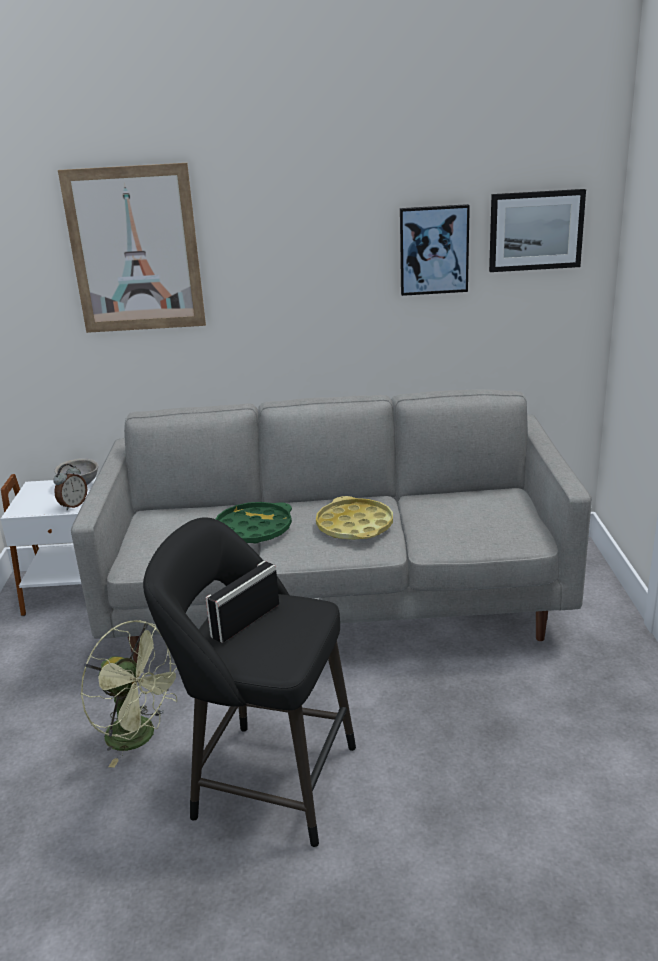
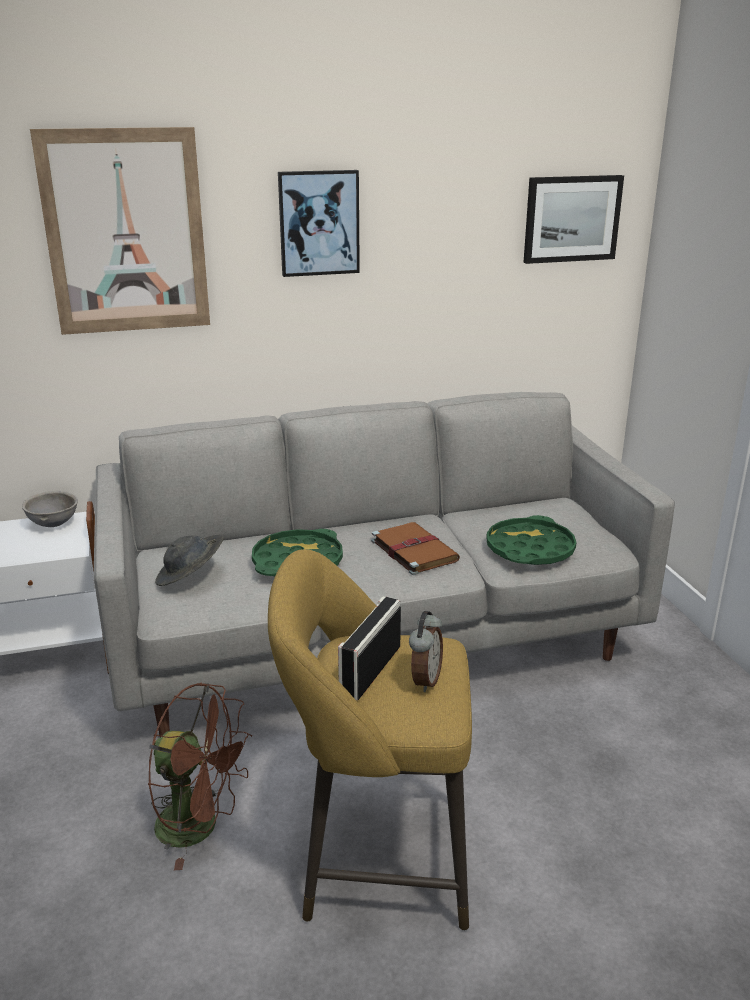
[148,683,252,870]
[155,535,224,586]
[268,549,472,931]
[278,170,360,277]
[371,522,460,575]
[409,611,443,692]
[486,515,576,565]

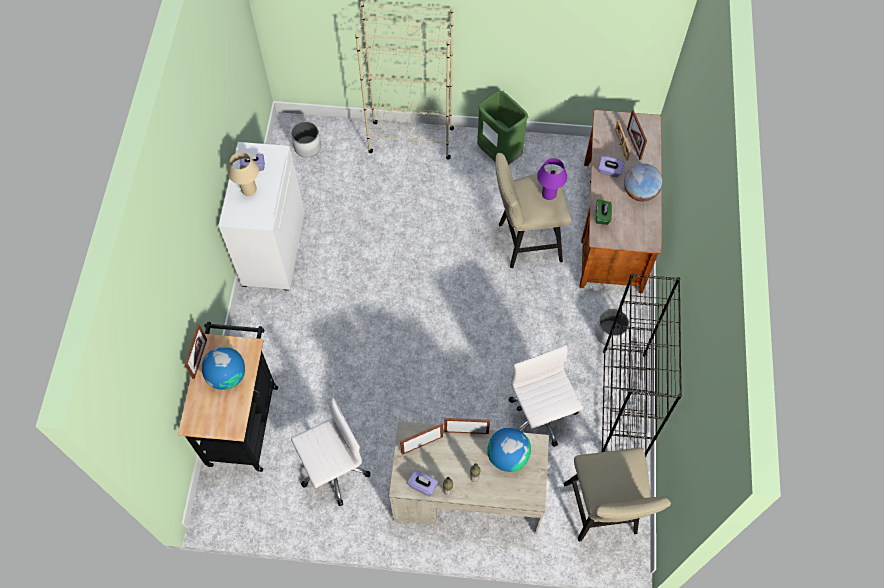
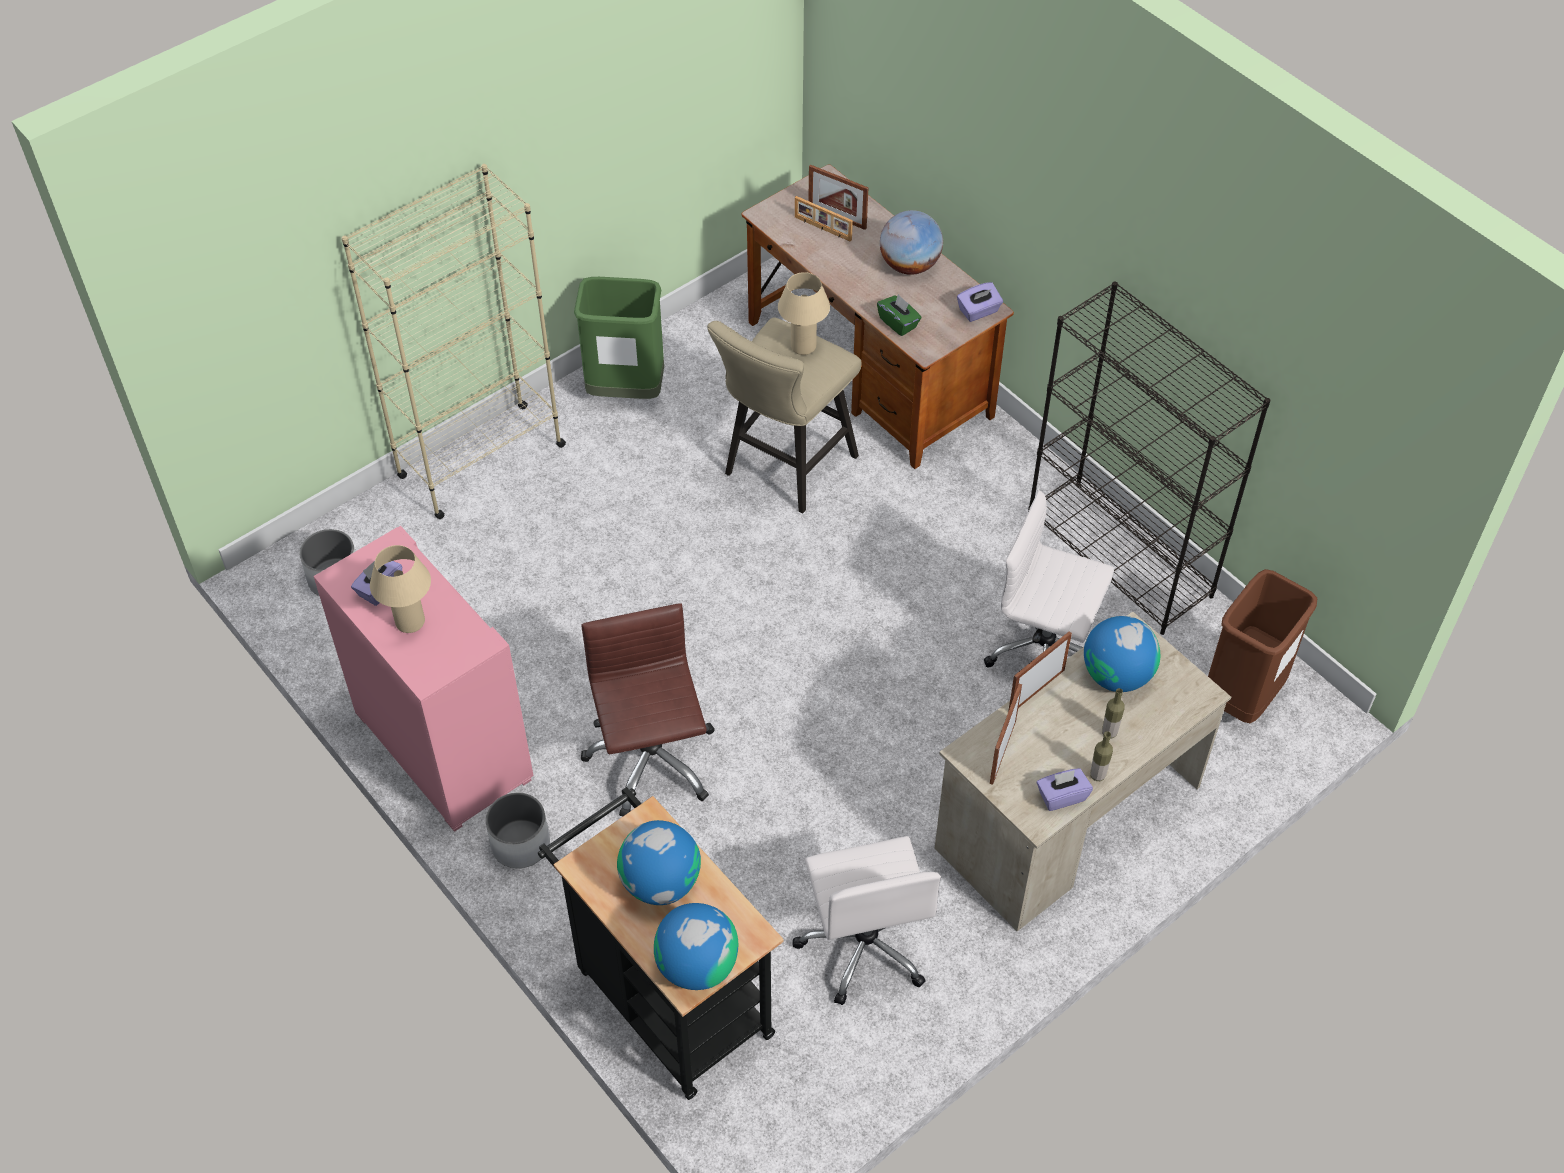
[313,526,534,832]
[486,792,550,868]
[581,603,715,816]
[654,903,738,990]
[778,272,830,355]
[792,836,941,1005]
[957,282,1003,322]
[1208,569,1317,723]
[184,324,207,379] (first image)

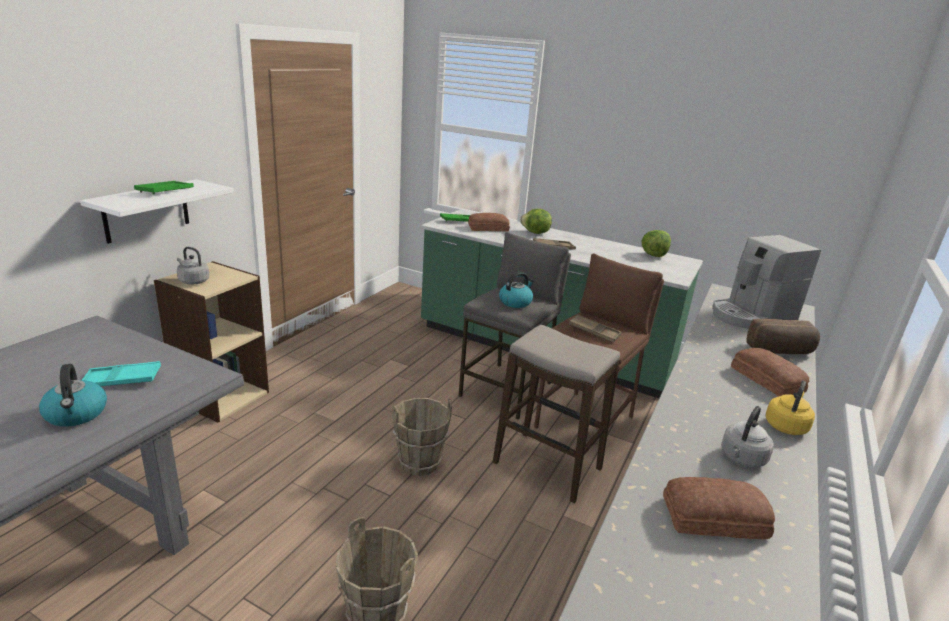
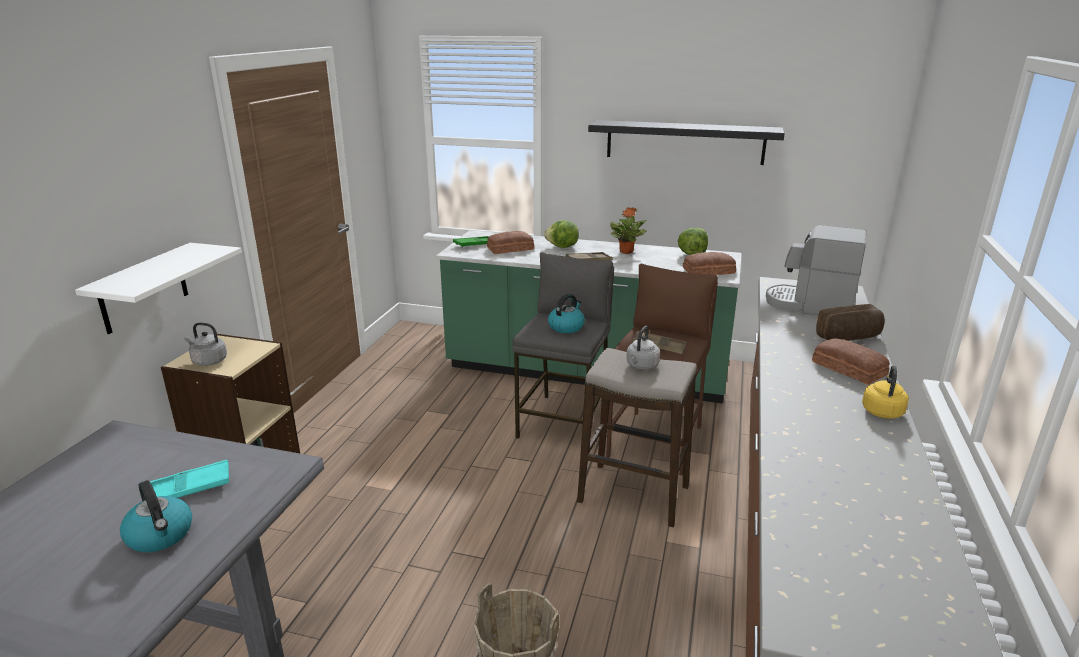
[588,120,785,165]
[610,207,647,254]
[626,326,660,370]
[683,252,736,275]
[766,225,866,315]
[134,181,194,195] (first image)
[392,398,452,476] (first image)

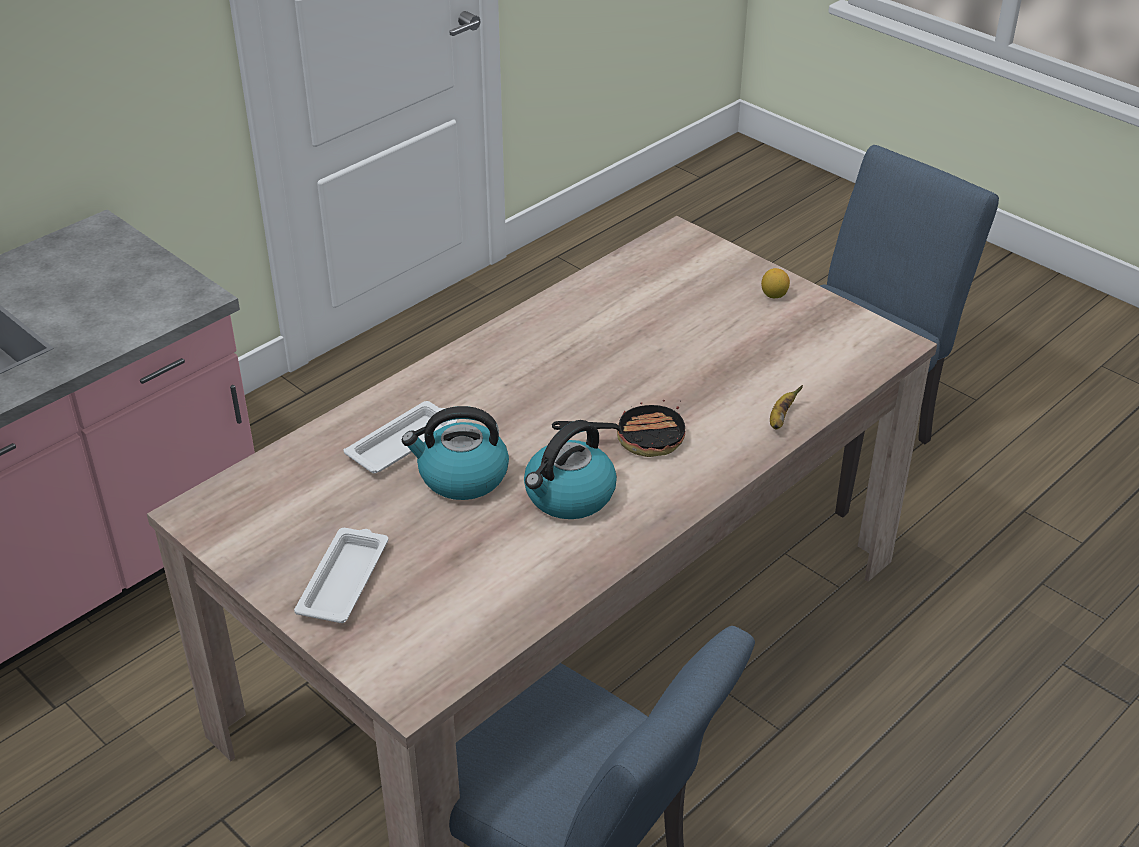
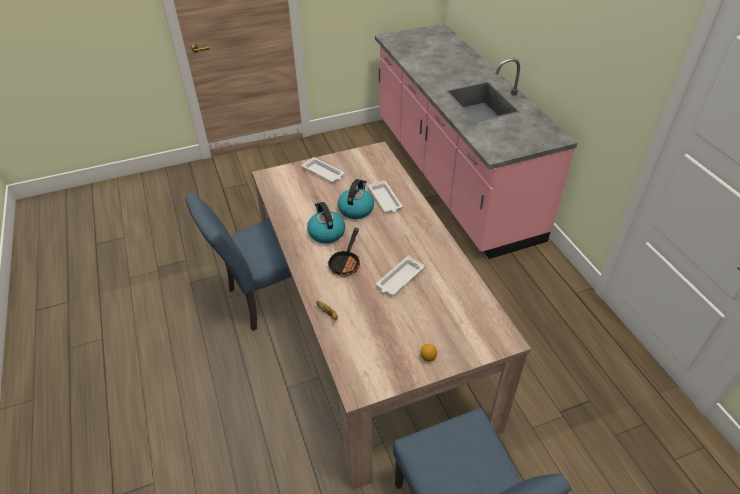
[376,256,425,295]

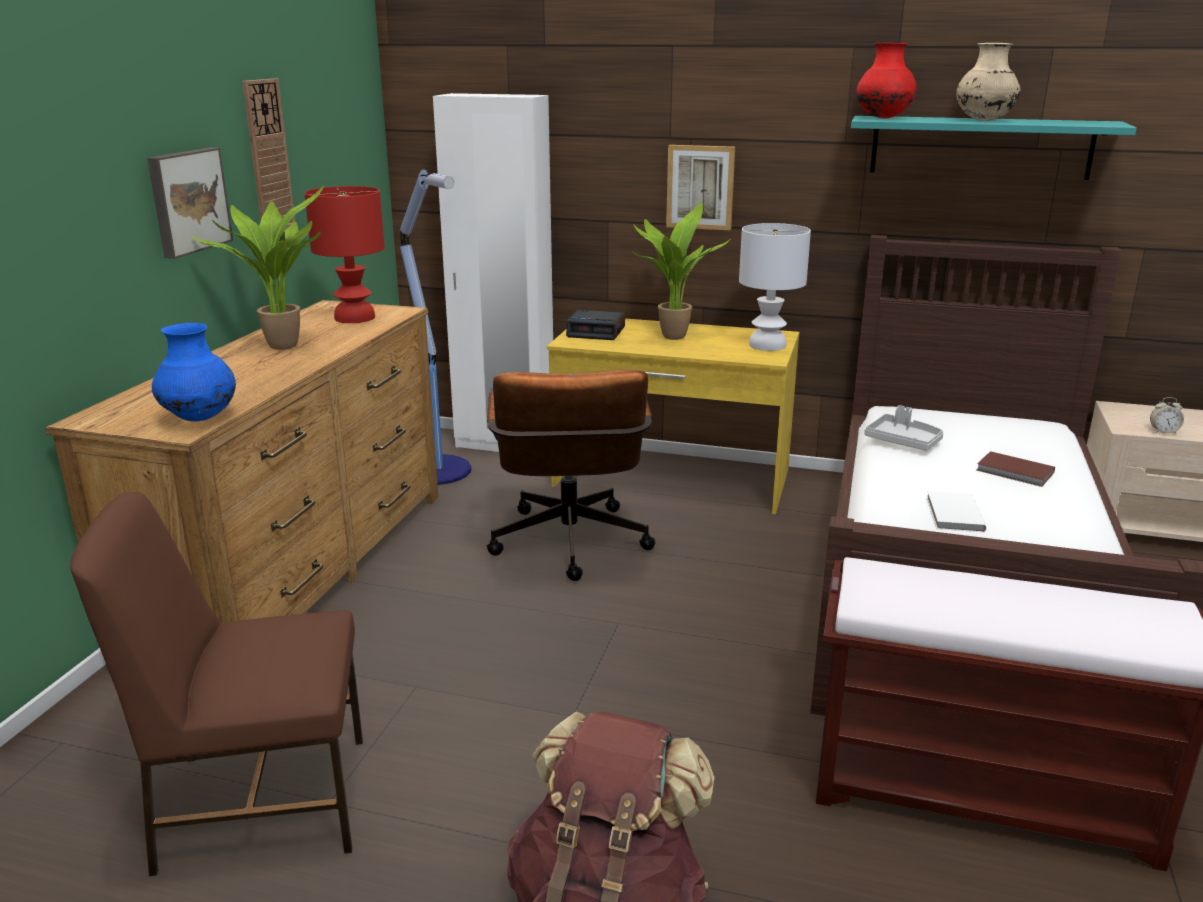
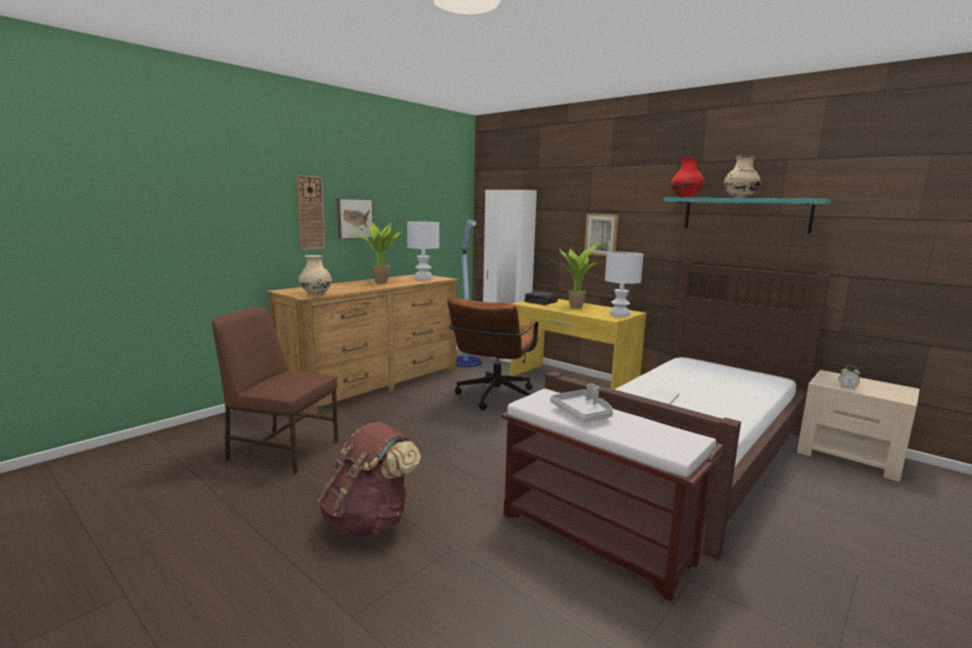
[296,175,325,250]
[298,255,332,295]
[407,221,439,280]
[550,383,613,422]
[977,451,1055,487] (first image)

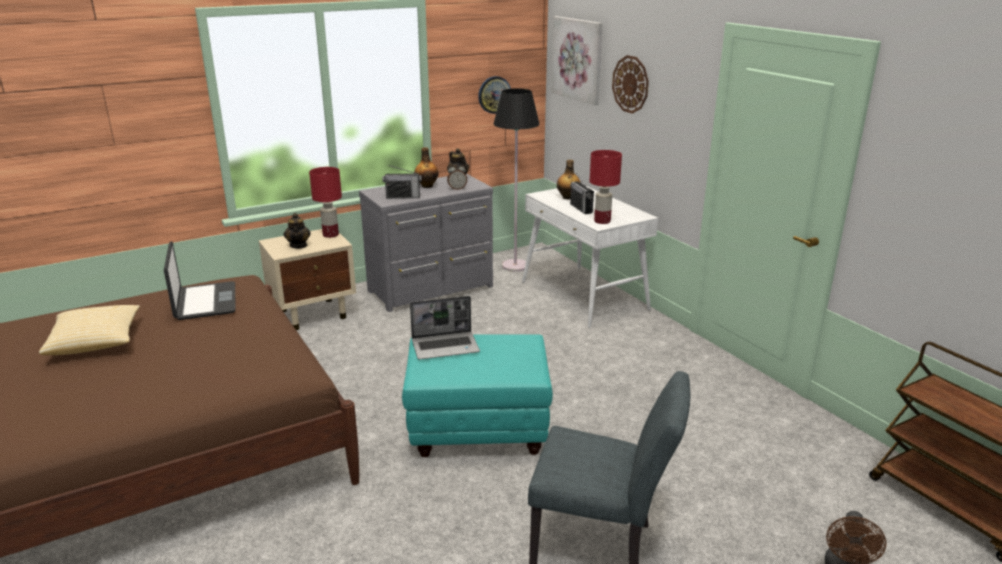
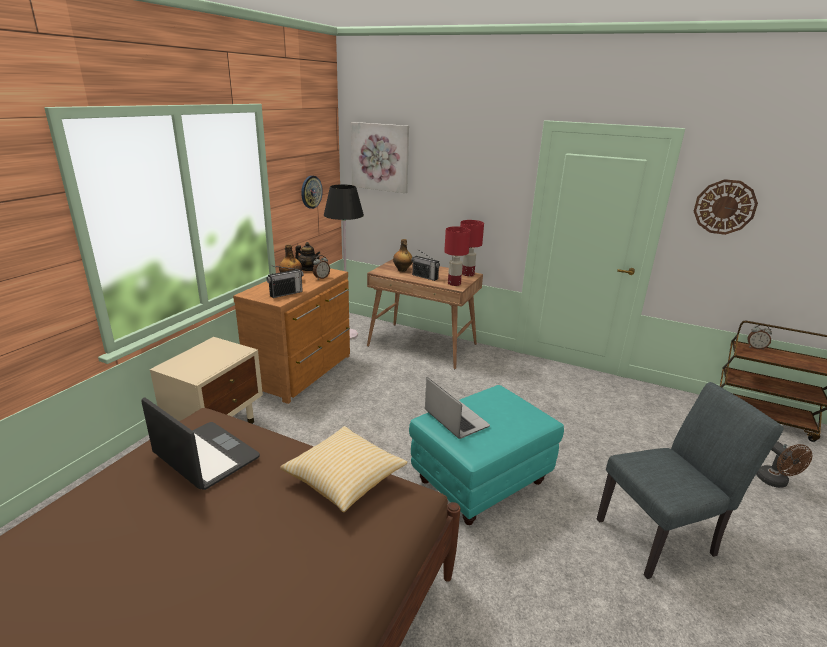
[233,268,350,404]
[280,426,408,512]
[367,259,483,369]
[425,377,490,439]
[460,220,484,276]
[694,179,758,235]
[747,325,772,350]
[284,213,311,249] (first image)

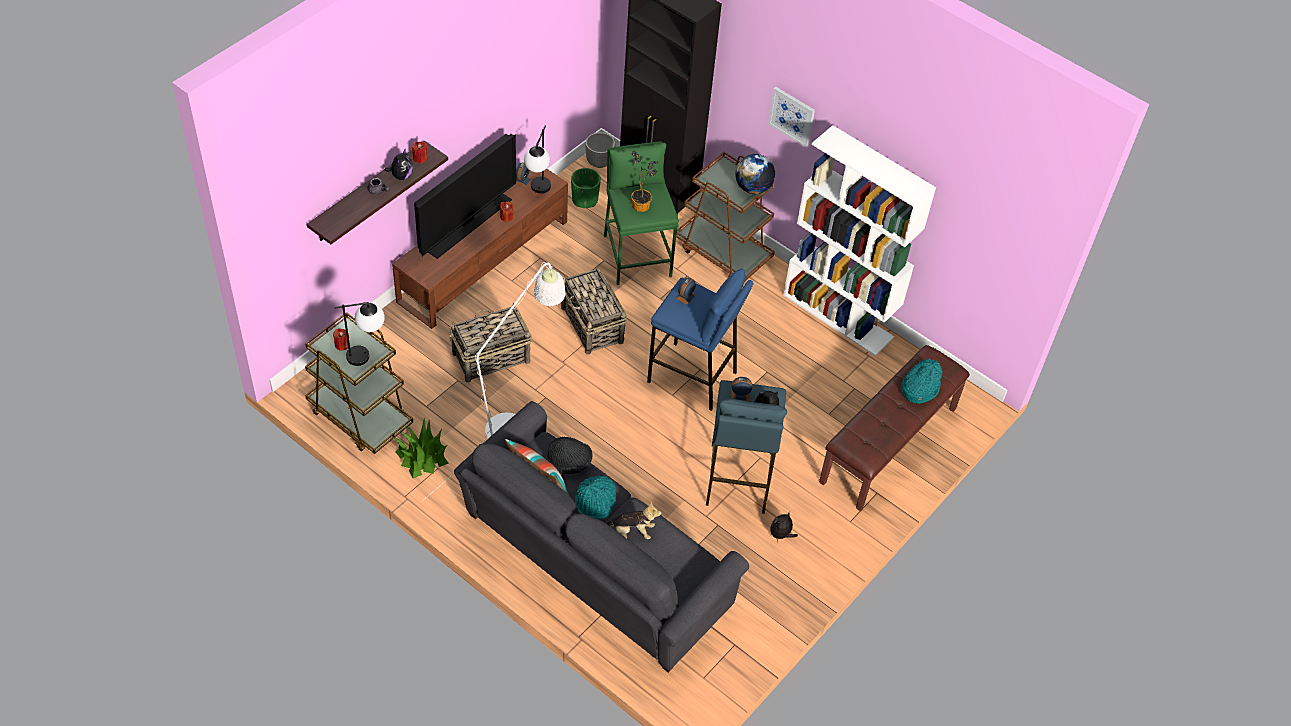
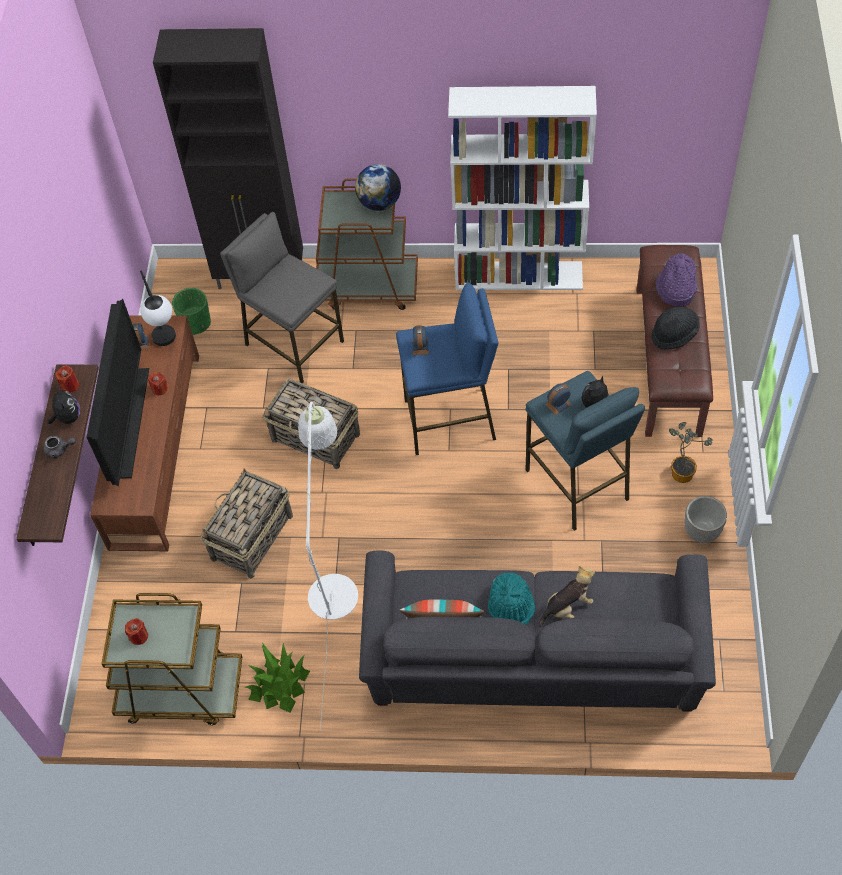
[220,212,344,383]
[651,307,700,350]
[656,253,697,307]
[669,422,713,483]
[685,496,727,543]
[335,302,385,366] (first image)
[768,87,815,147] (first image)
[770,512,798,541] (first image)

